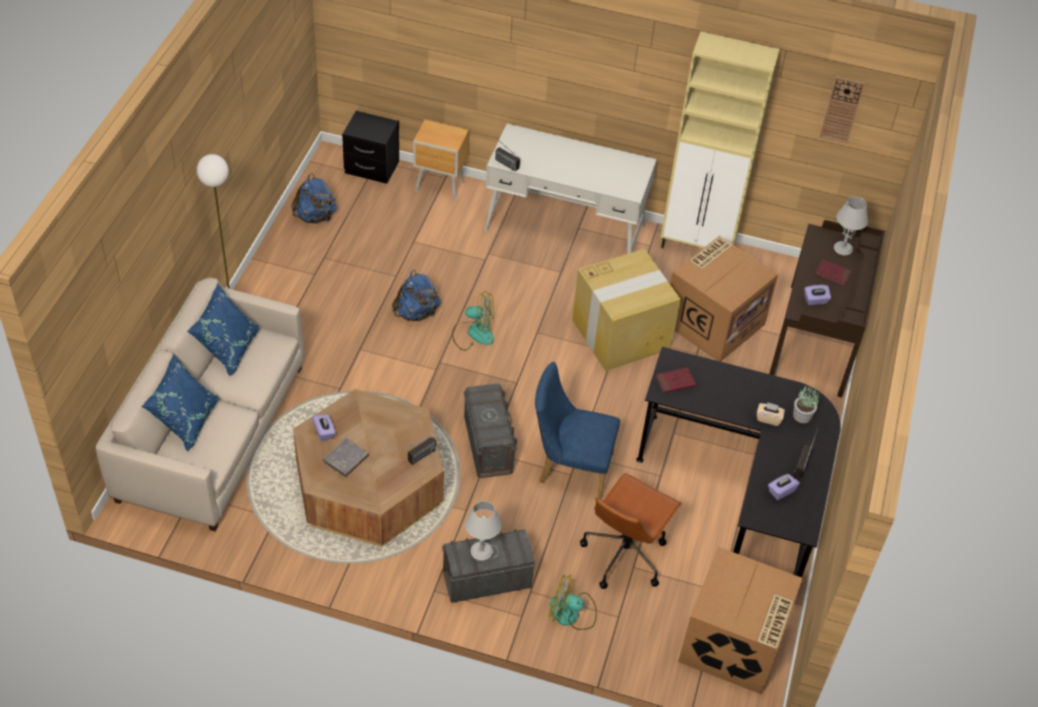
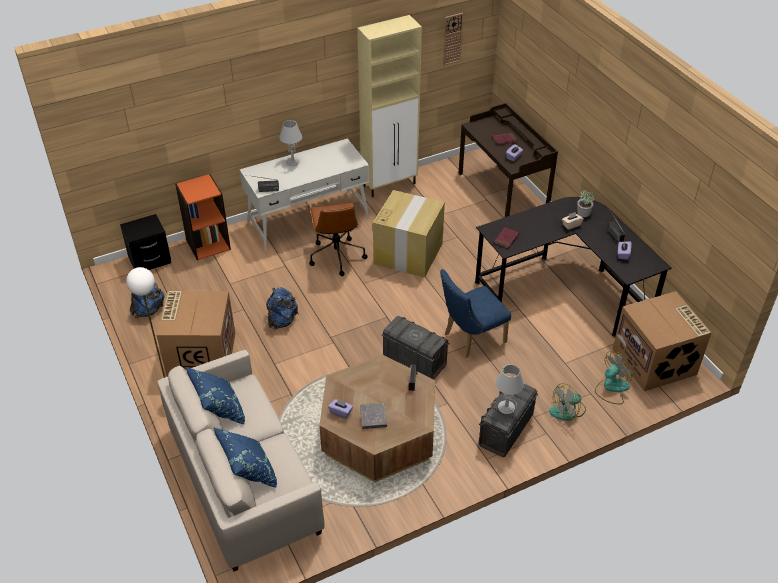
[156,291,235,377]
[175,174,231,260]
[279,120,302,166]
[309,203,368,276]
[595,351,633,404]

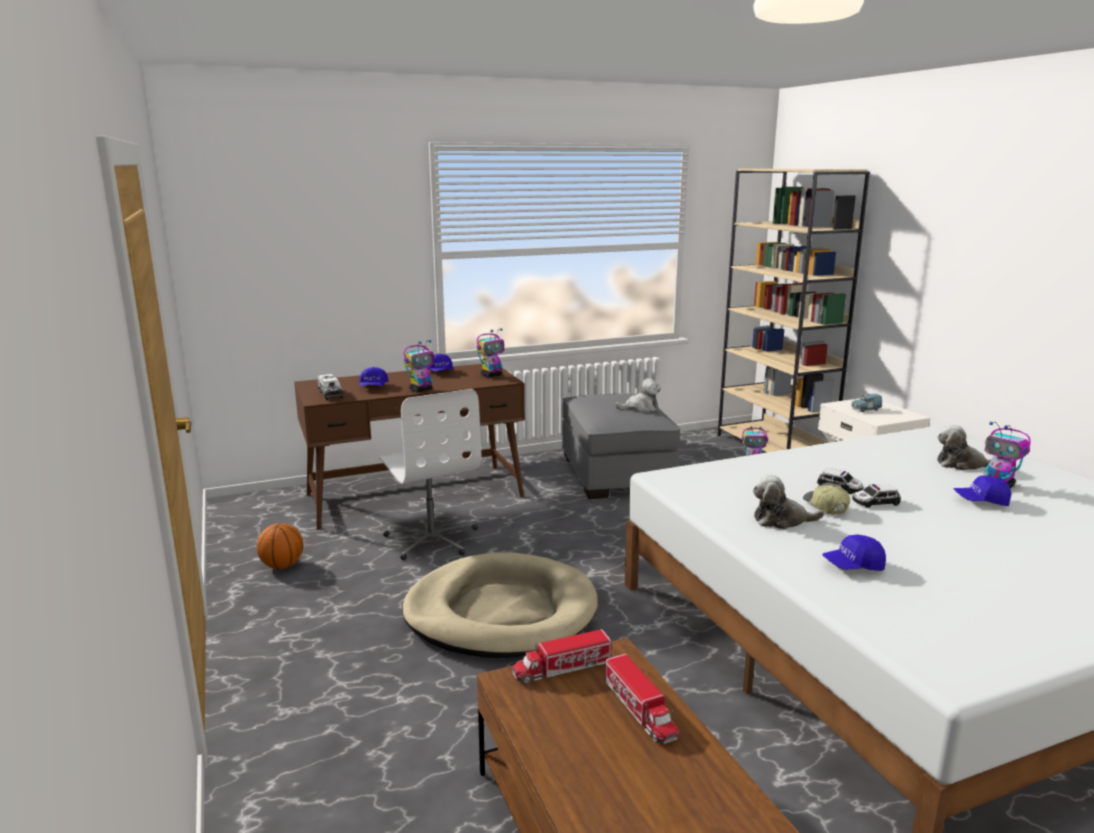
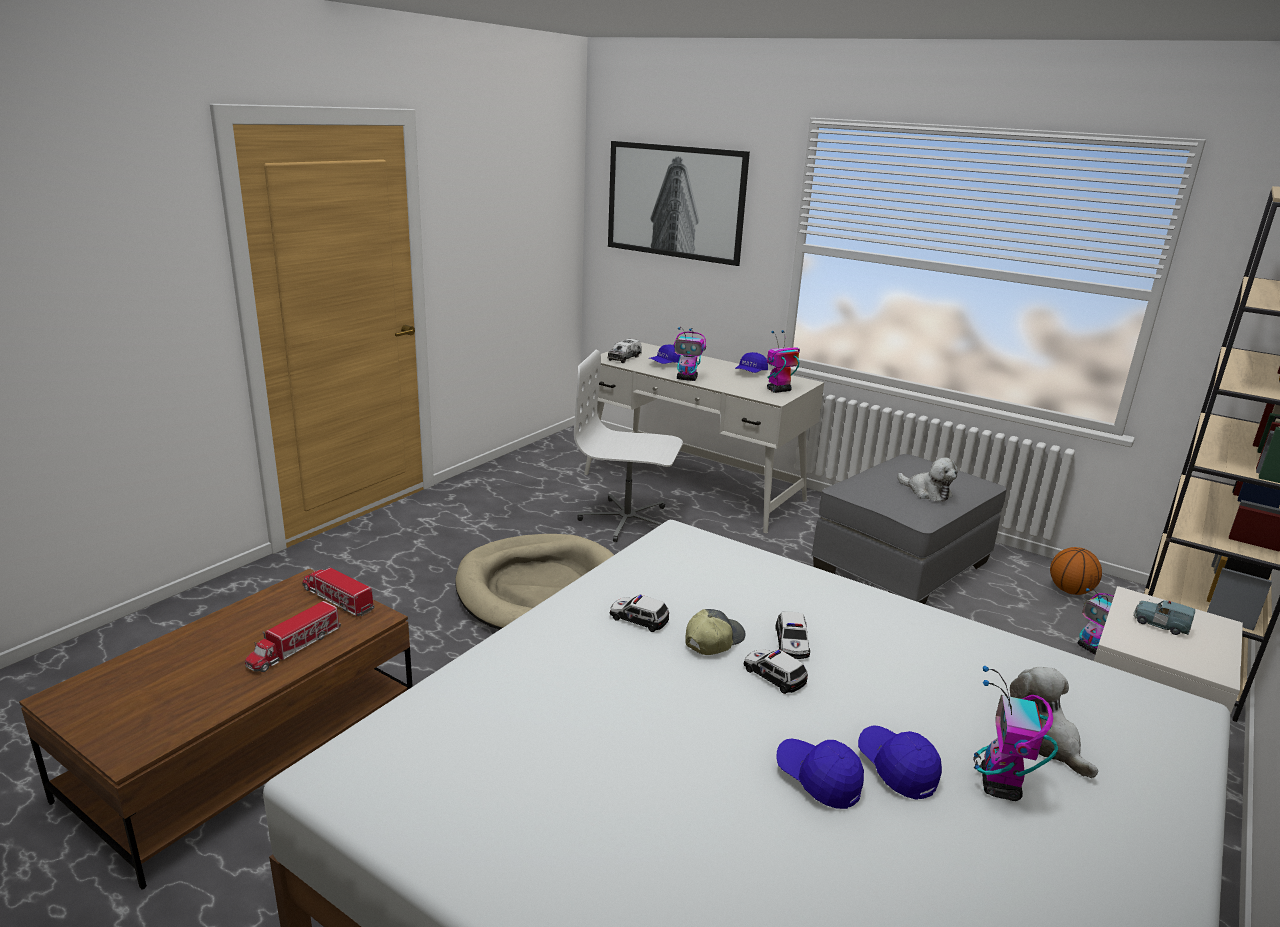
[574,350,683,542]
[584,342,824,533]
[608,141,750,266]
[610,594,669,632]
[767,330,800,393]
[776,739,864,809]
[1050,547,1102,595]

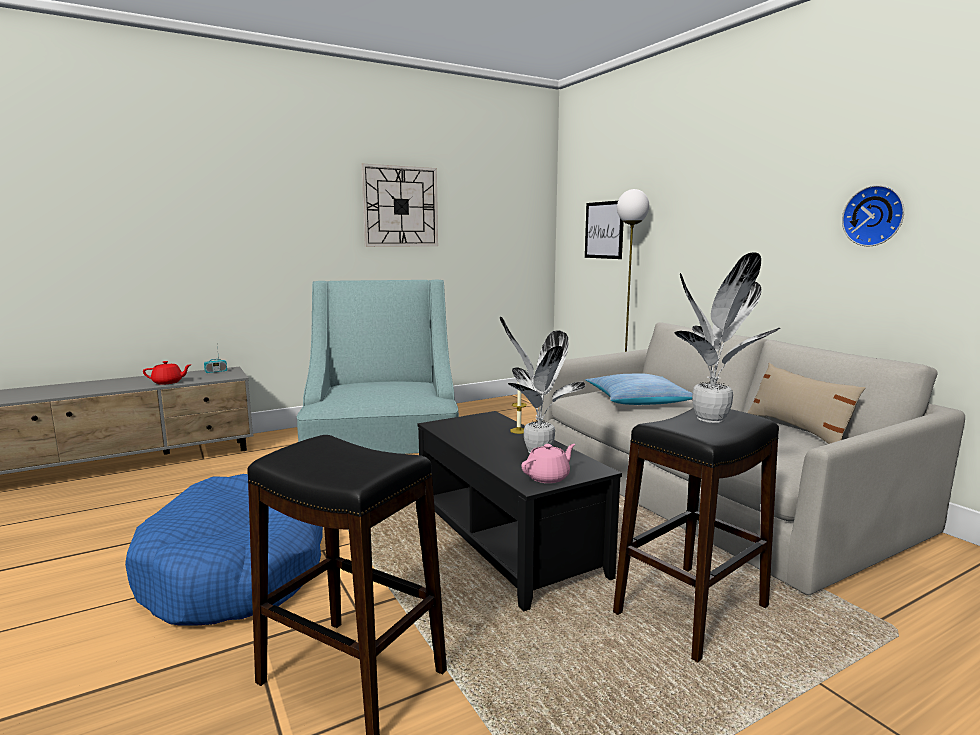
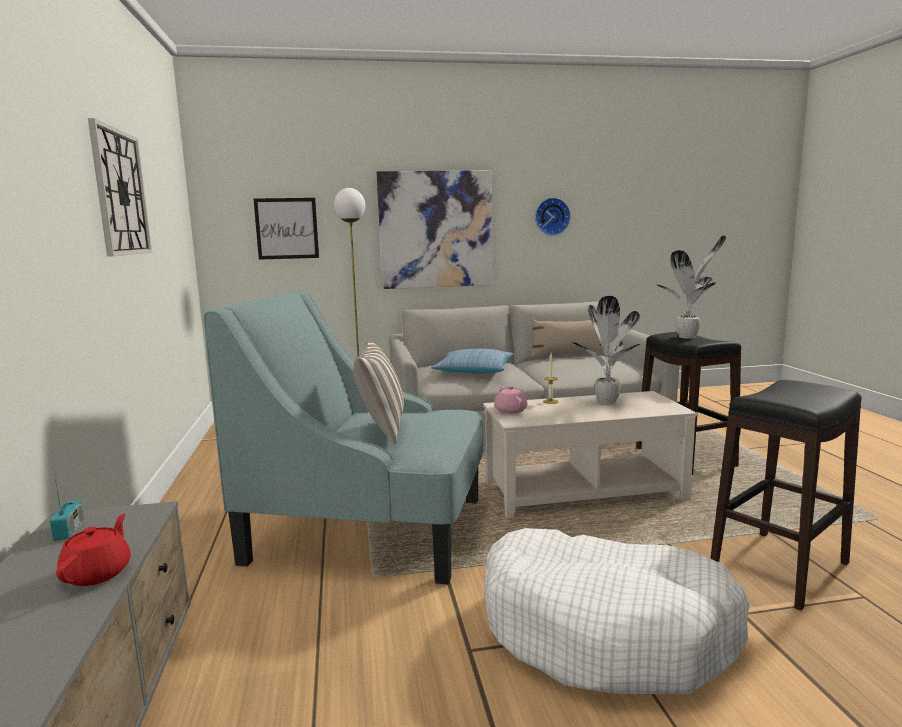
[353,340,404,444]
[377,170,492,289]
[483,391,697,519]
[484,528,750,694]
[494,385,528,414]

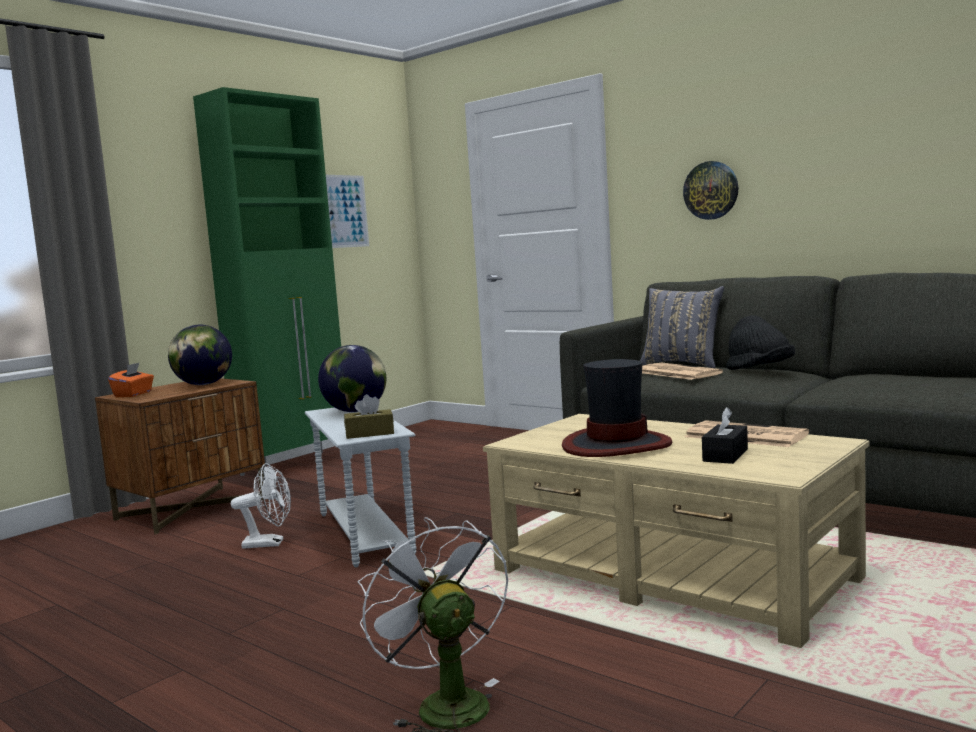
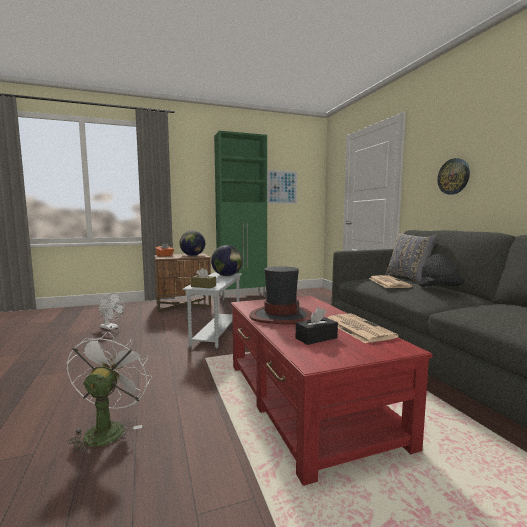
[99,293,124,330]
[231,296,433,486]

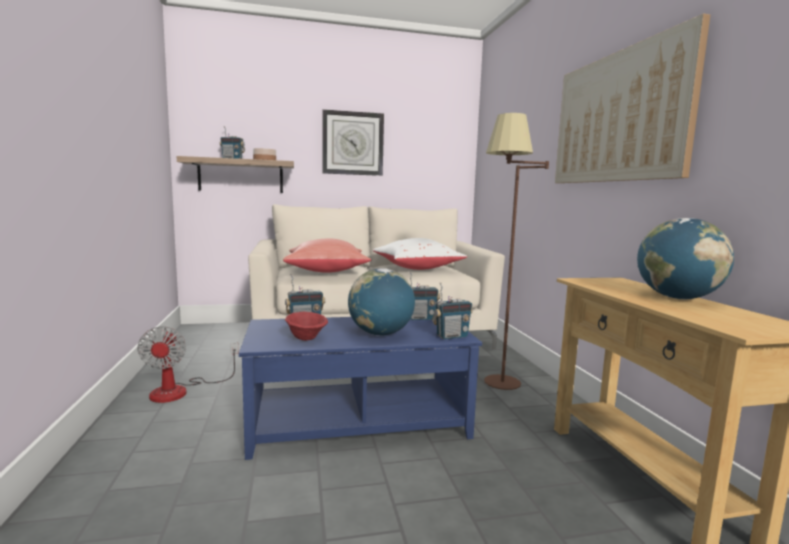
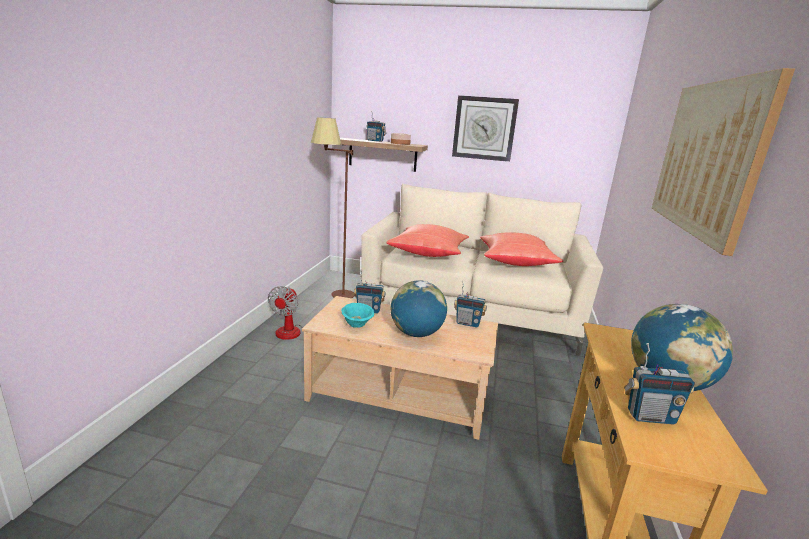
[302,296,498,440]
[311,117,355,298]
[341,303,374,328]
[480,233,564,266]
[624,343,695,424]

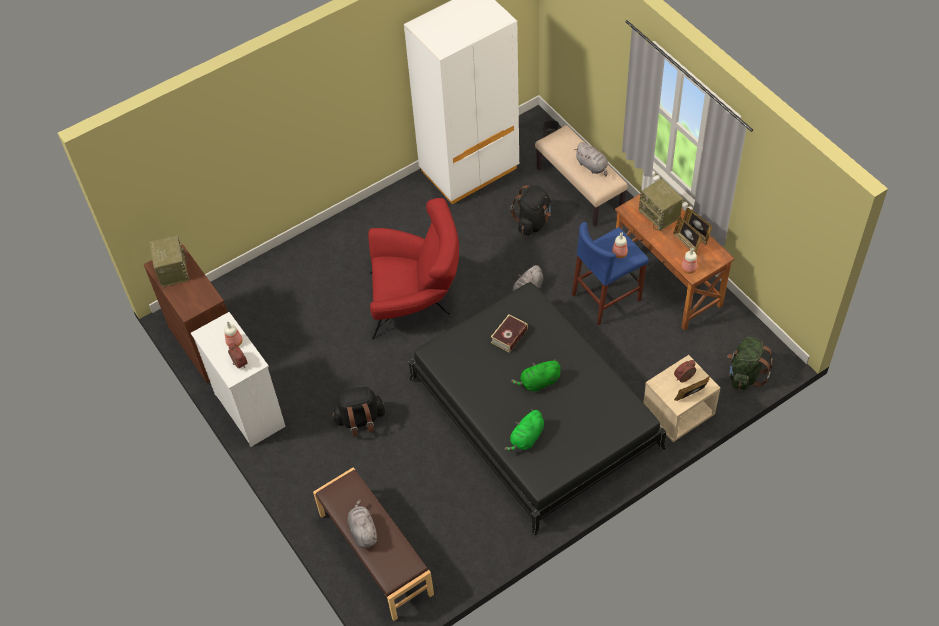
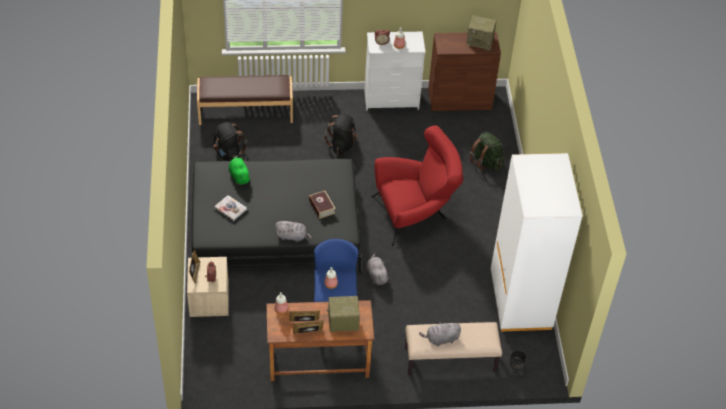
[213,122,247,161]
[214,195,247,221]
[275,221,312,242]
[372,126,463,246]
[470,132,504,171]
[511,359,561,392] (first image)

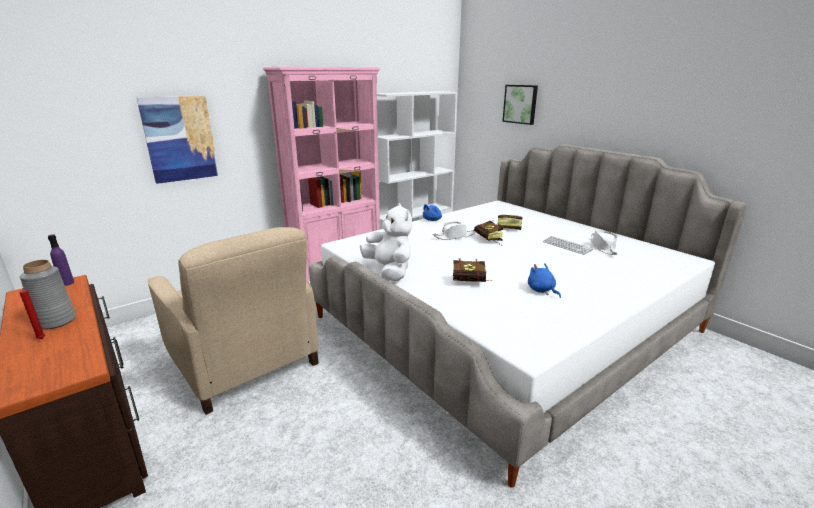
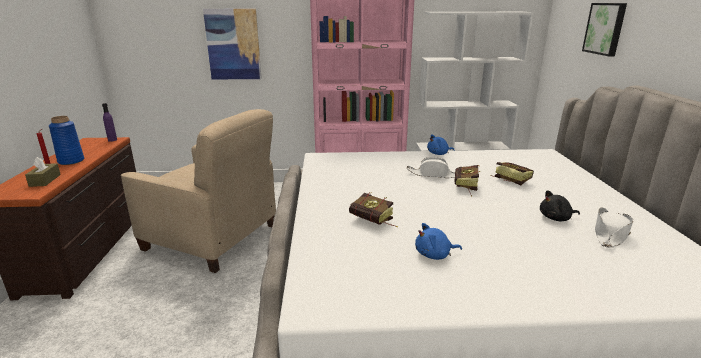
[25,157,61,187]
[49,116,84,165]
[121,109,276,273]
[415,223,462,260]
[540,190,580,222]
[360,203,412,281] (first image)

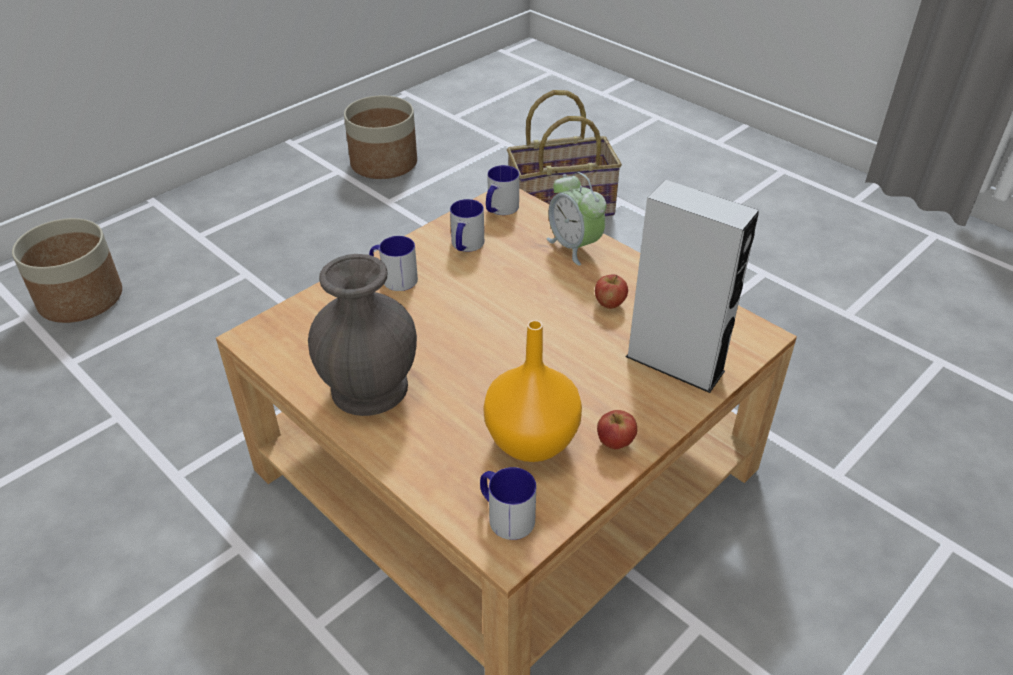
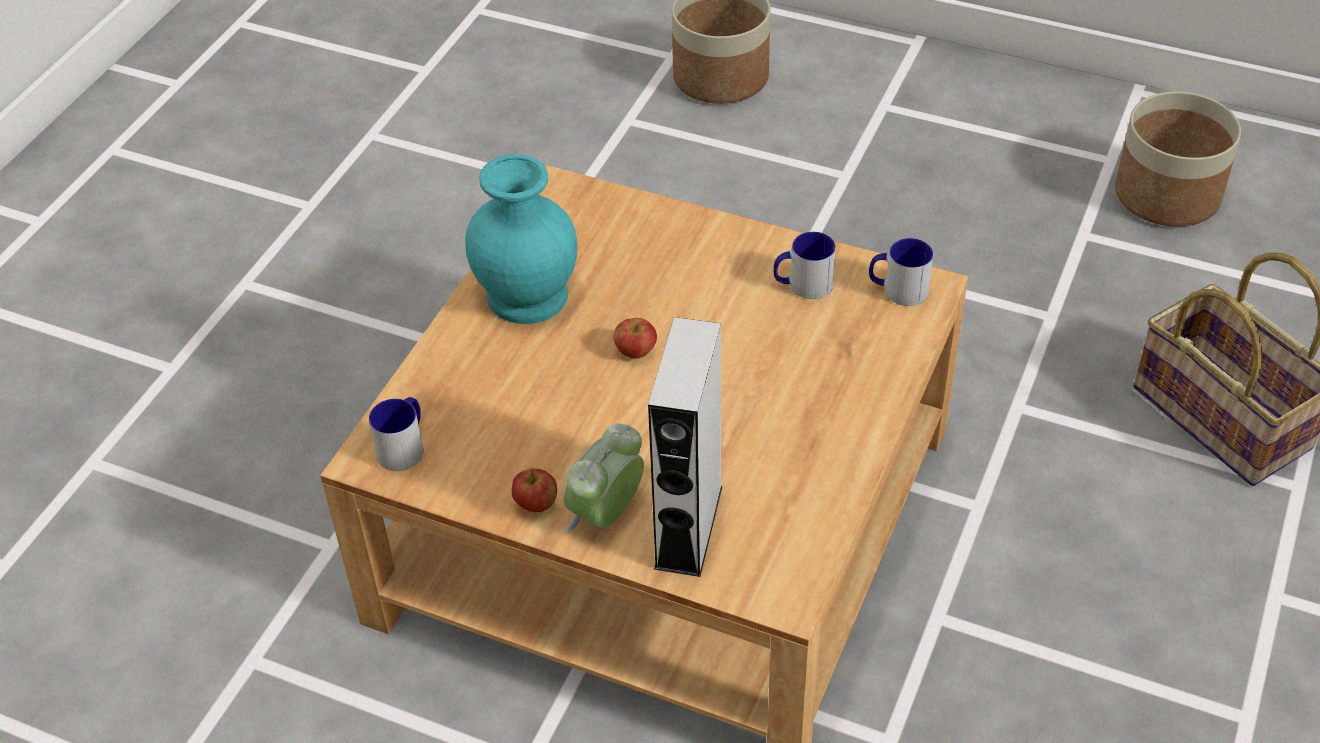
[465,154,578,324]
[564,423,644,533]
[614,318,657,359]
[369,236,418,291] (first image)
[483,320,582,462] (first image)

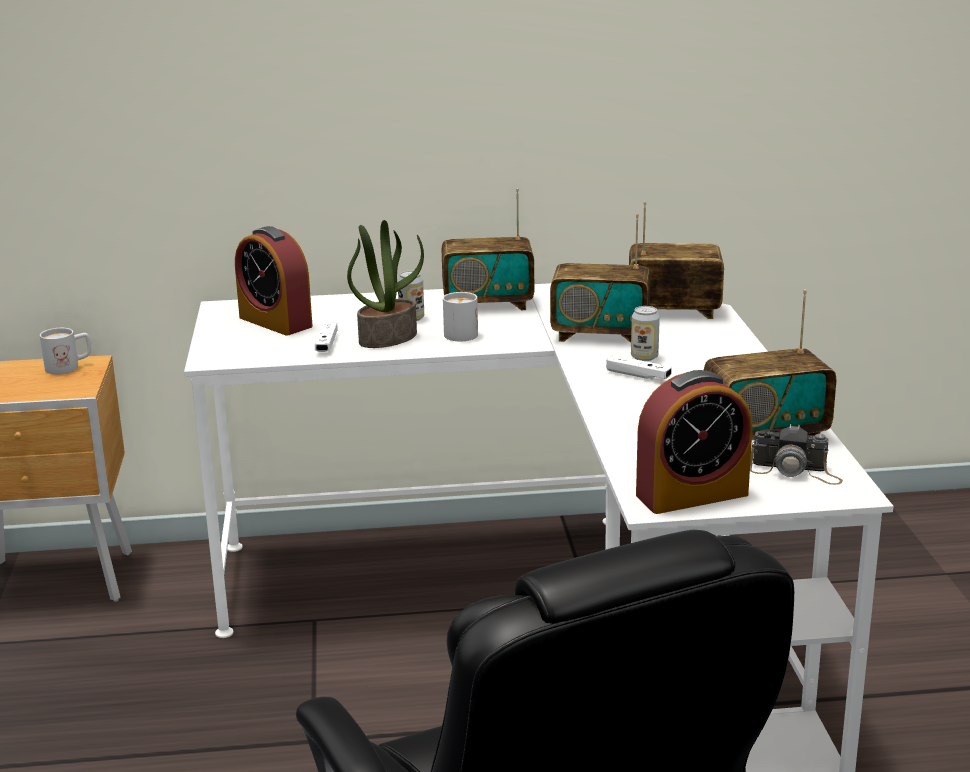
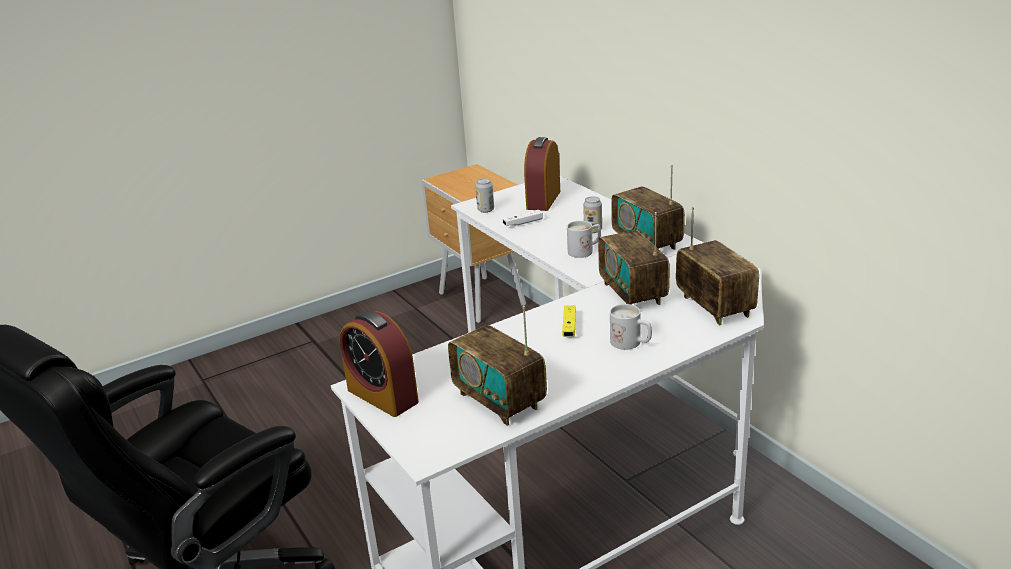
[475,178,494,213]
[562,305,576,337]
[610,304,652,350]
[347,220,424,348] (first image)
[750,424,843,485] (first image)

